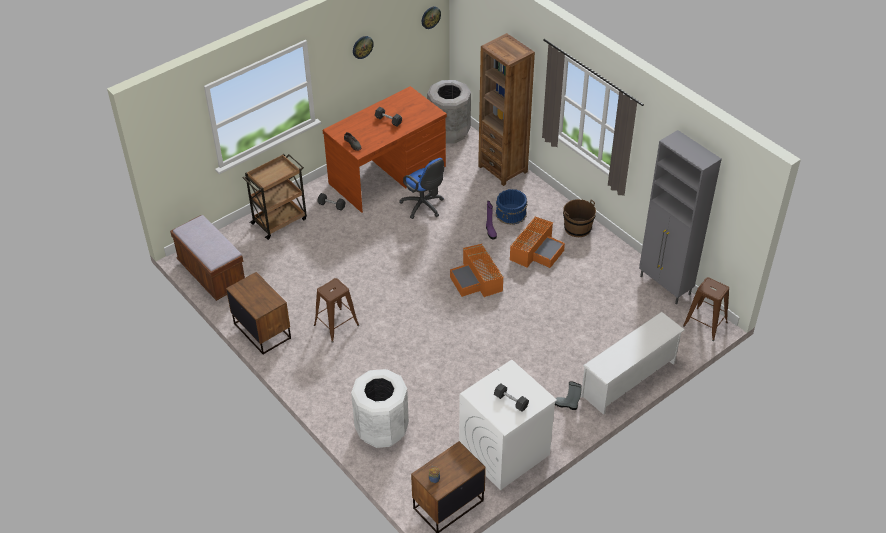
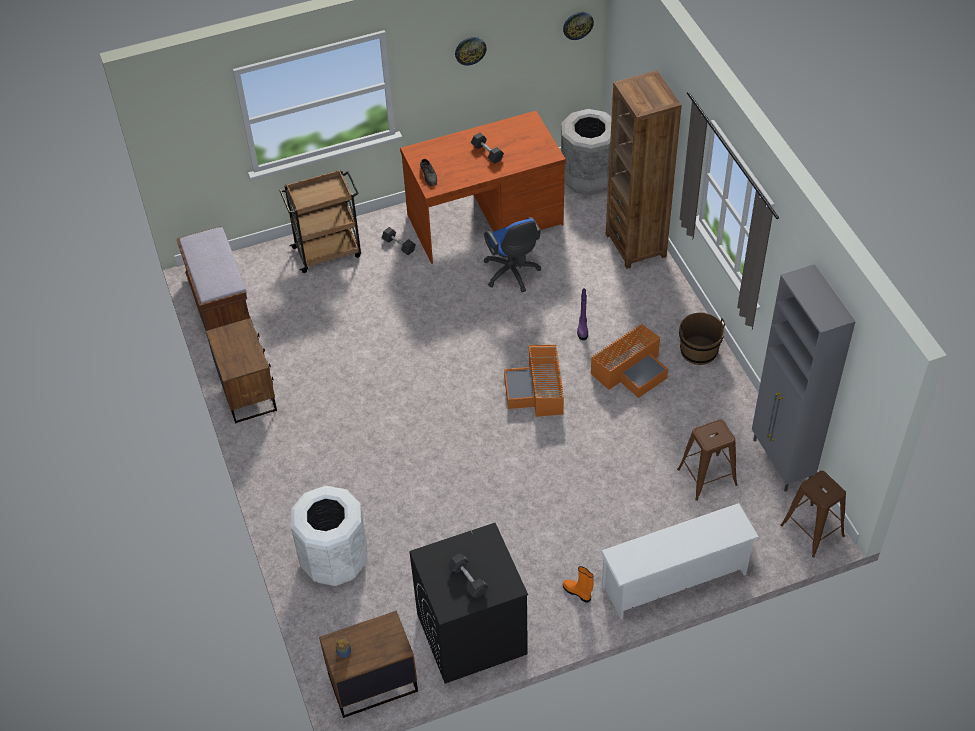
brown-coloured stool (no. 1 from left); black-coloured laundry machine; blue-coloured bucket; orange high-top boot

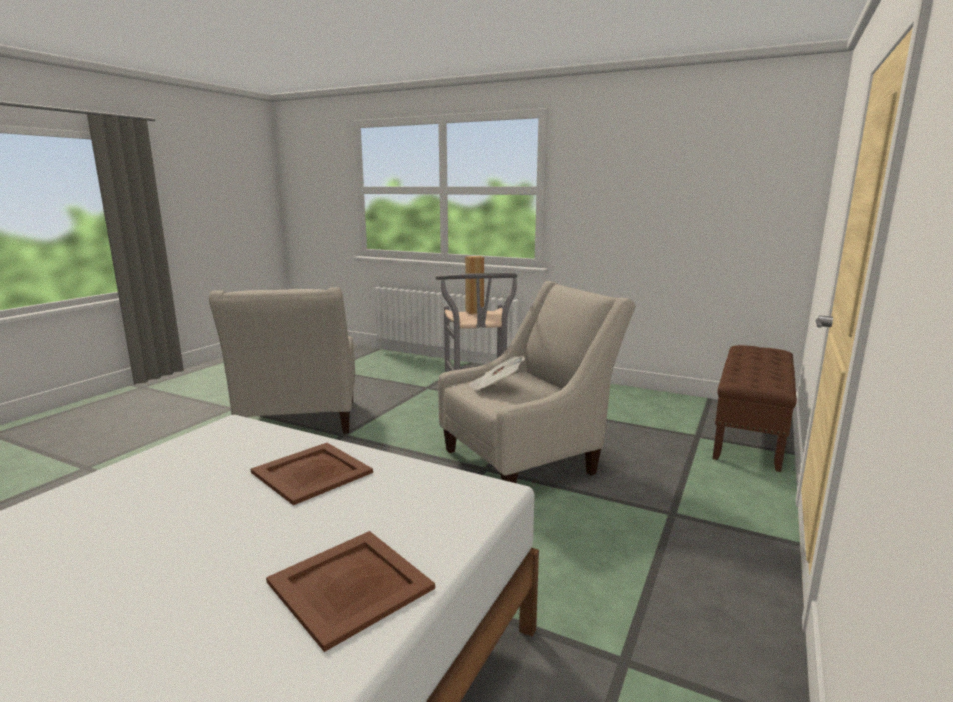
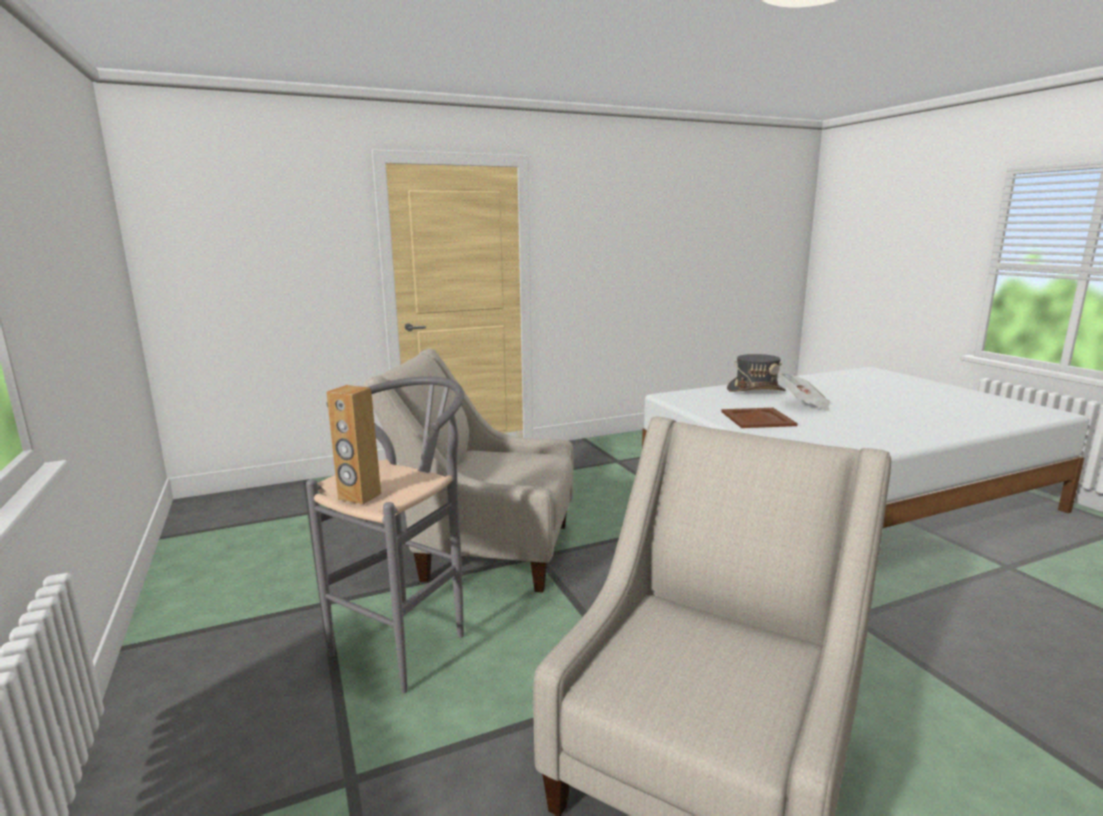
greyish hat; newspaper; brown-coloured bench

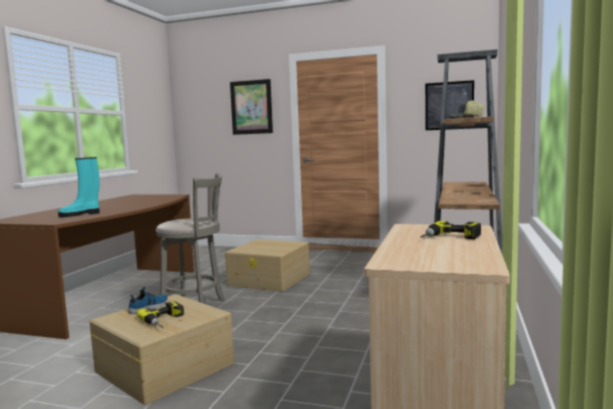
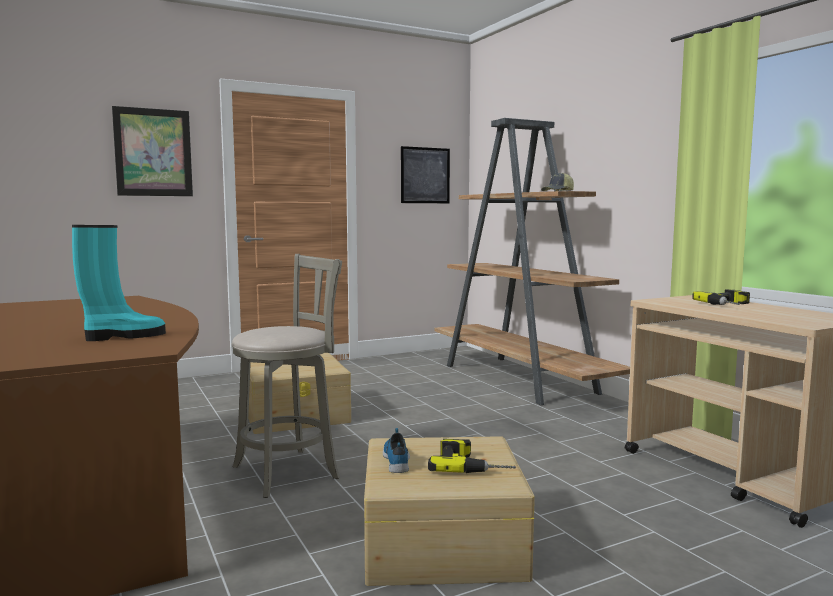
turquoise-coloured high-top boot

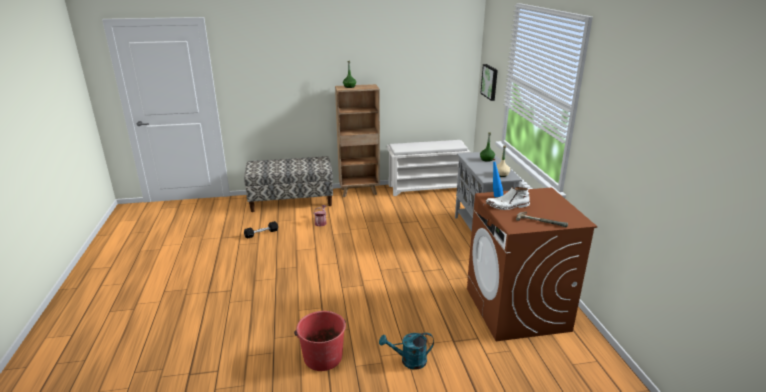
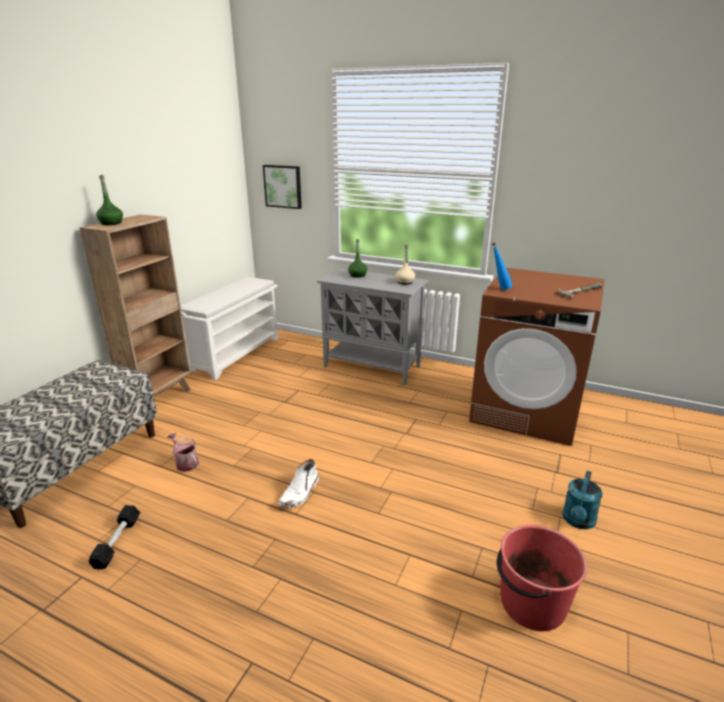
whitish high-top boot

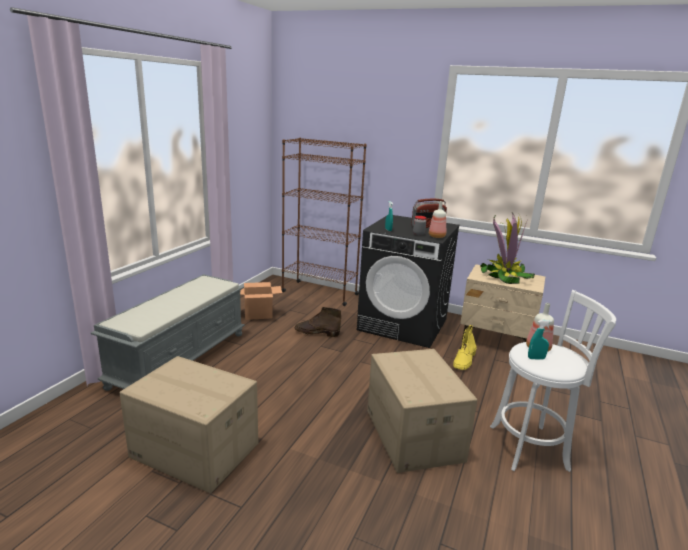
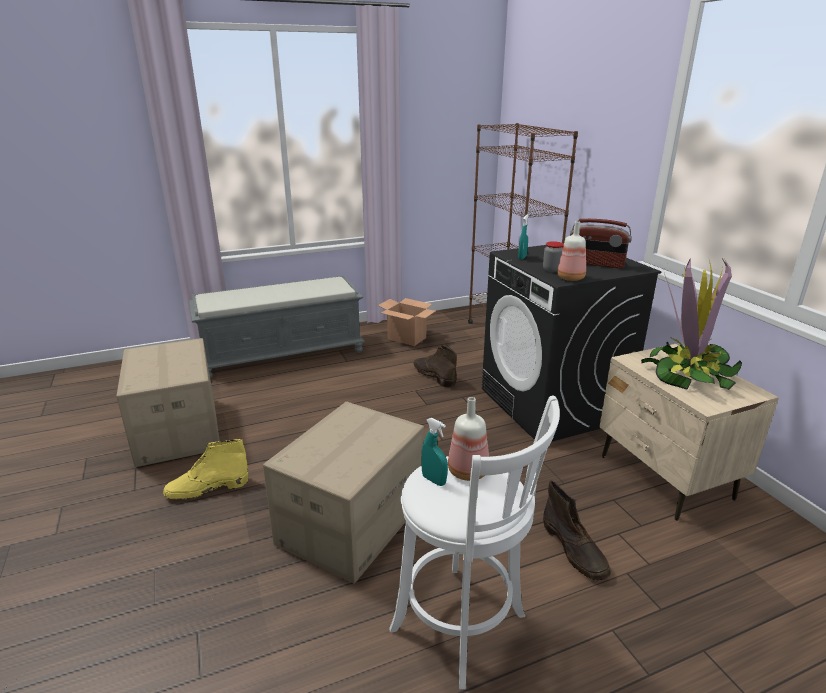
yellow high-top boot; brown-coloured high-top boot (no. 2 from left)

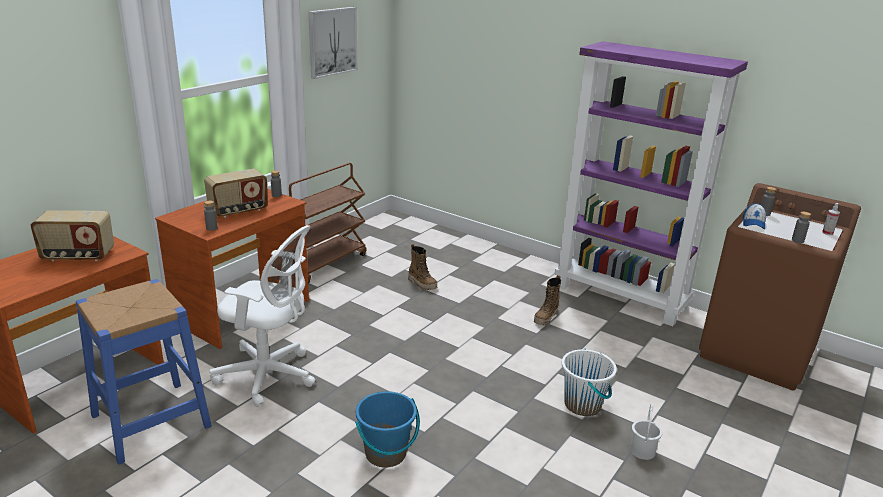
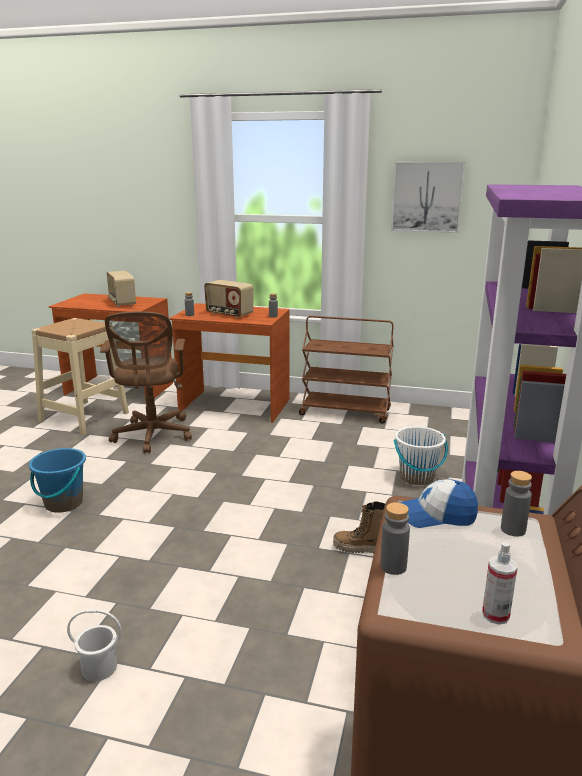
sand-coloured stool; brown-coloured desk chair; high-top boot (no. 1 from left in the first image); whitish bucket (no. 2 from left)

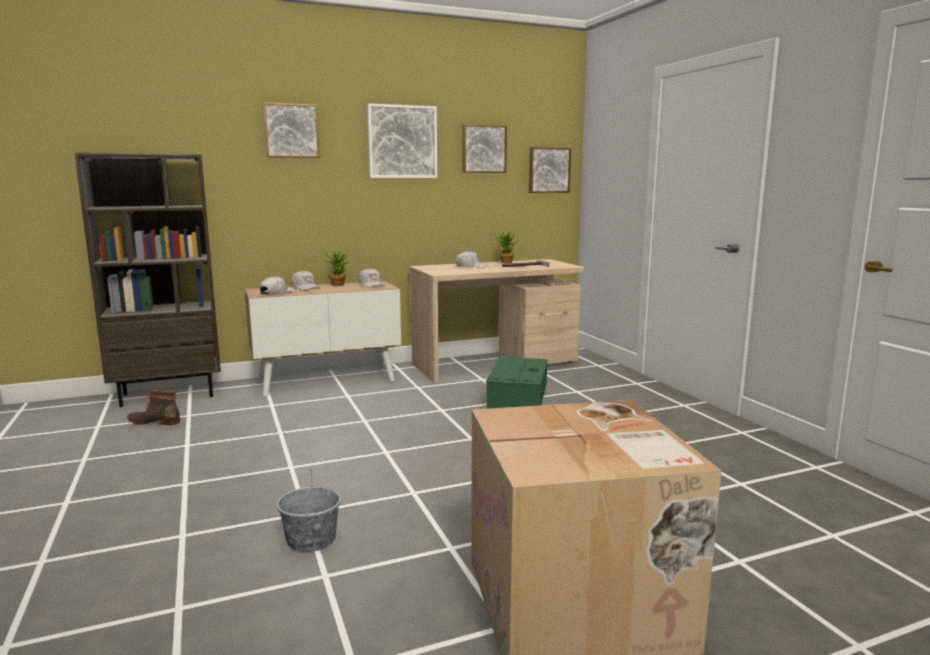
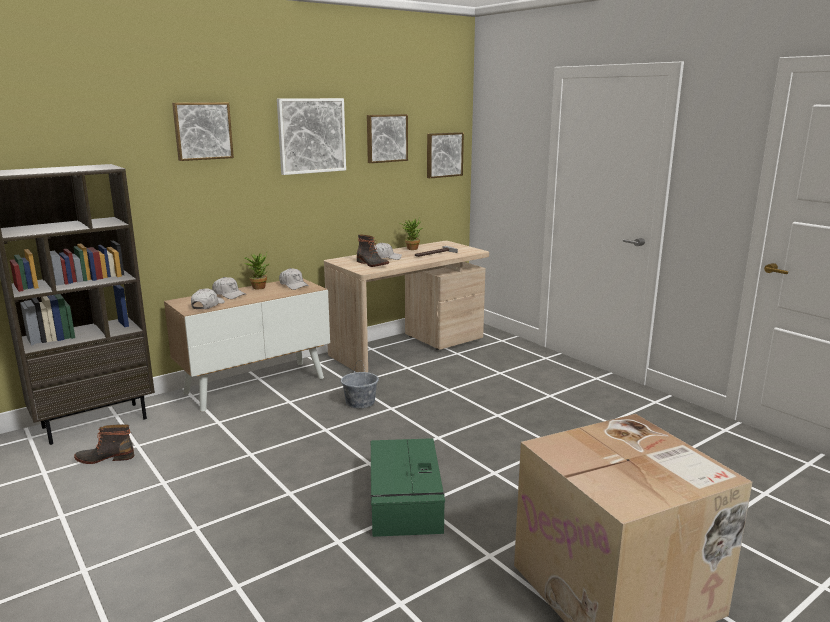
greyish bucket; greenish storage bin; high-top boot (no. 2 from left)

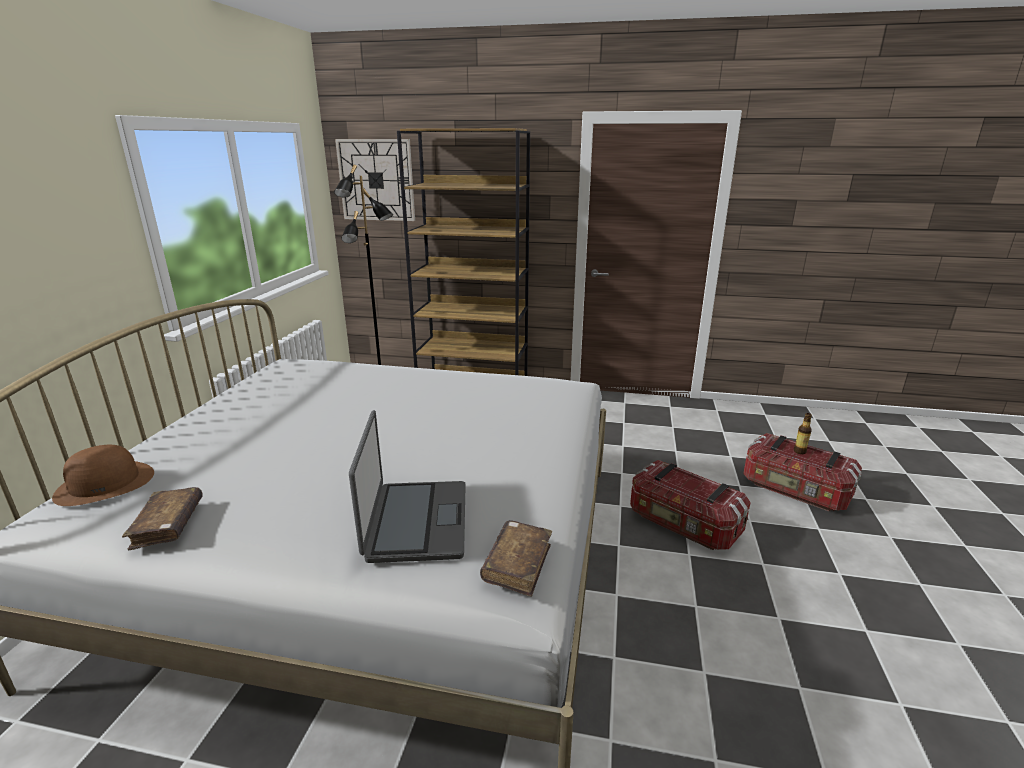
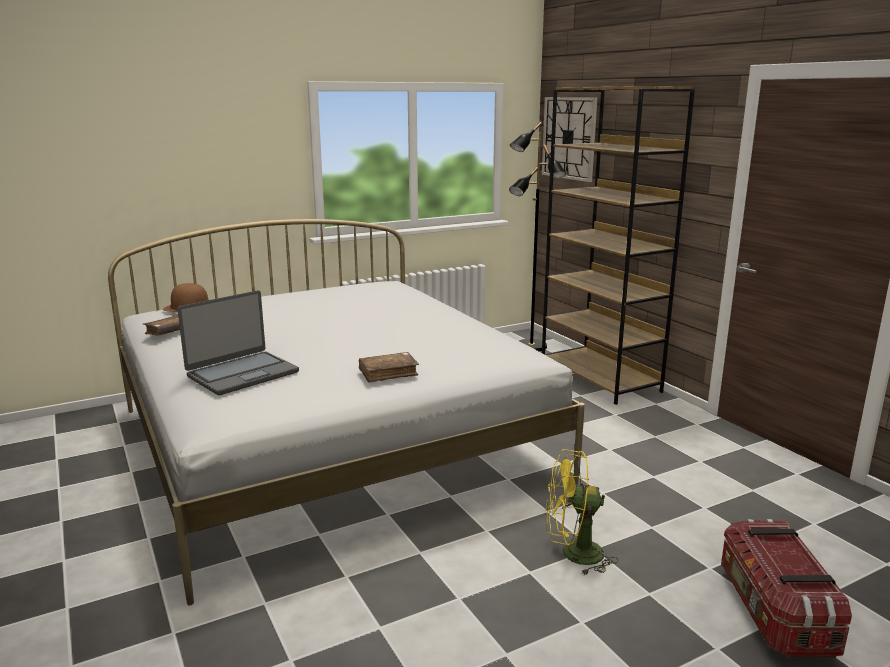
brown-coloured volume (no. 2 from left); yellow electric fan; drink bottle

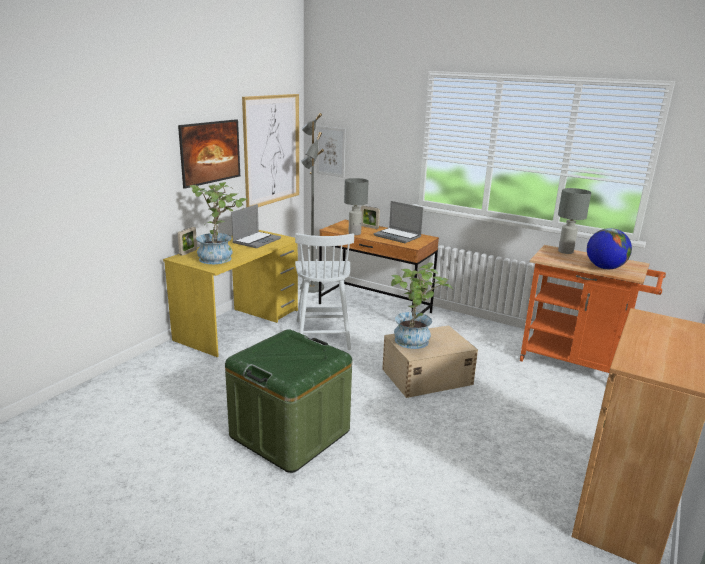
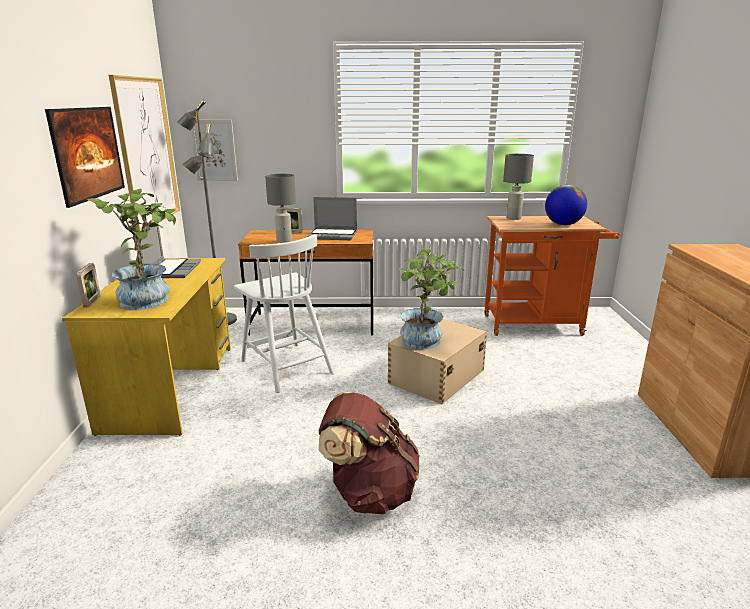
brown-coloured rucksack

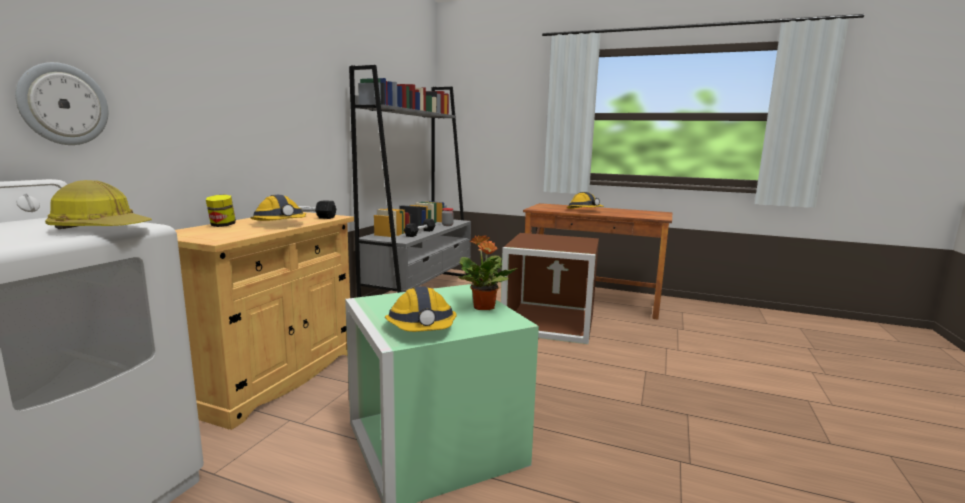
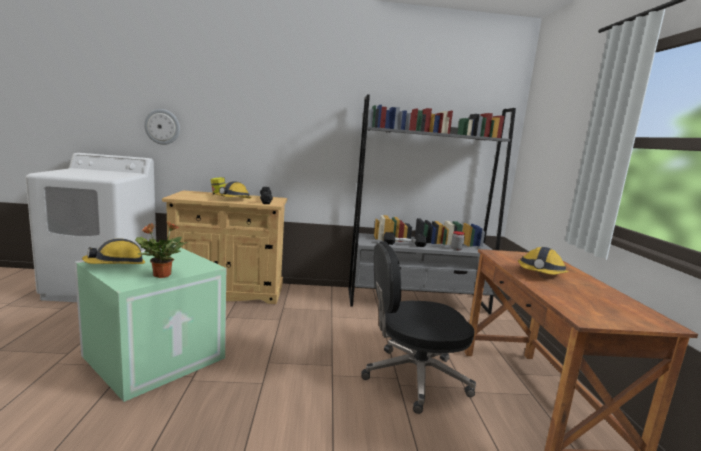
hard hat (no. 1 from left in the first image); black-coloured desk chair

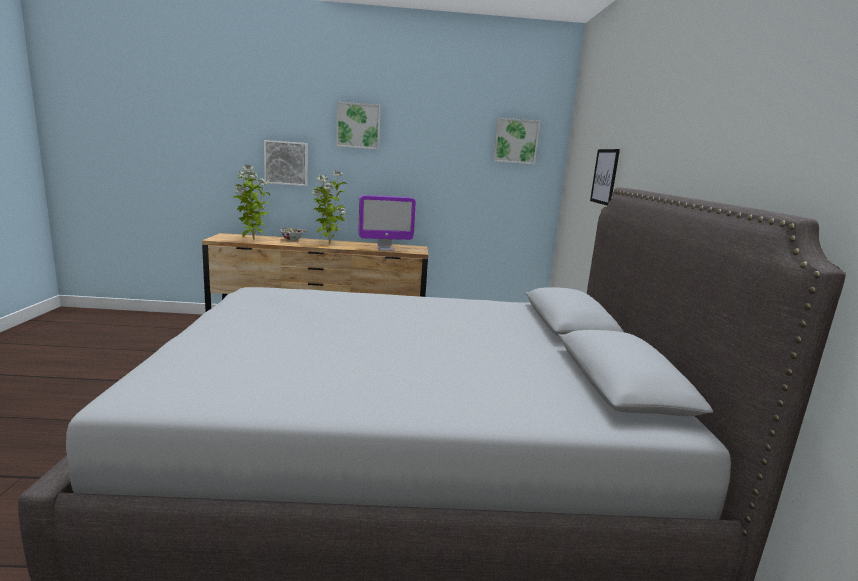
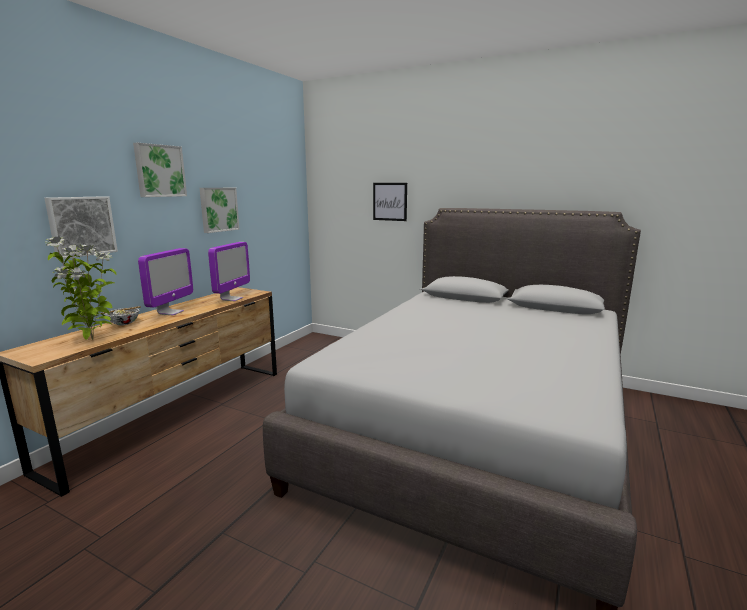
computer display (no. 1 from left); wall art (no. 3 from left)

